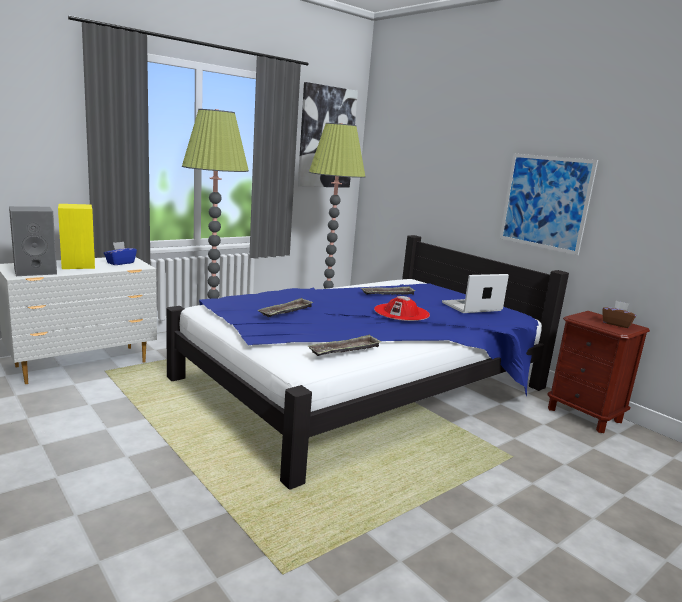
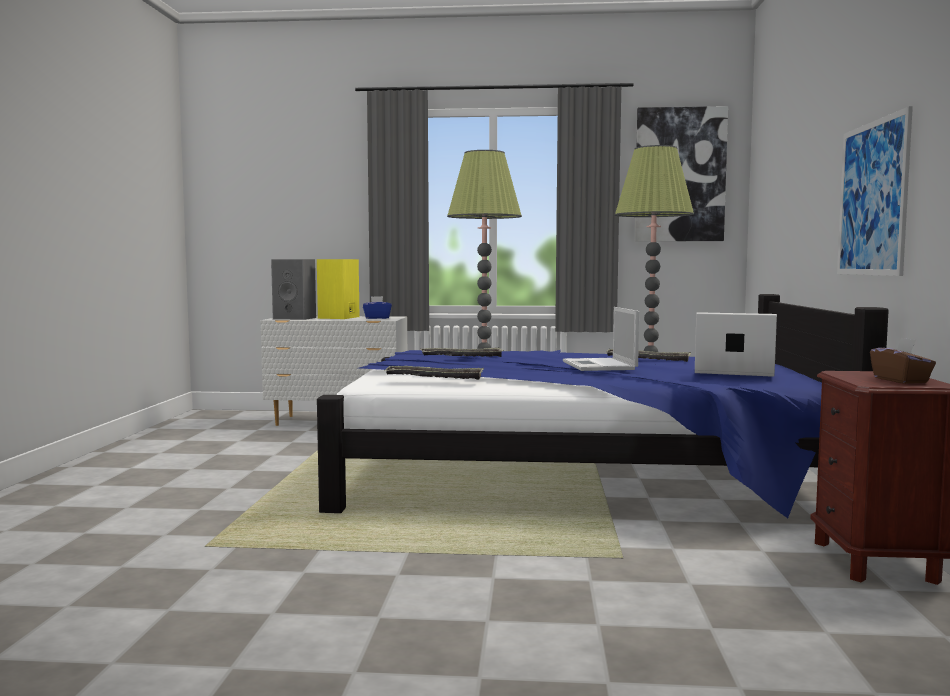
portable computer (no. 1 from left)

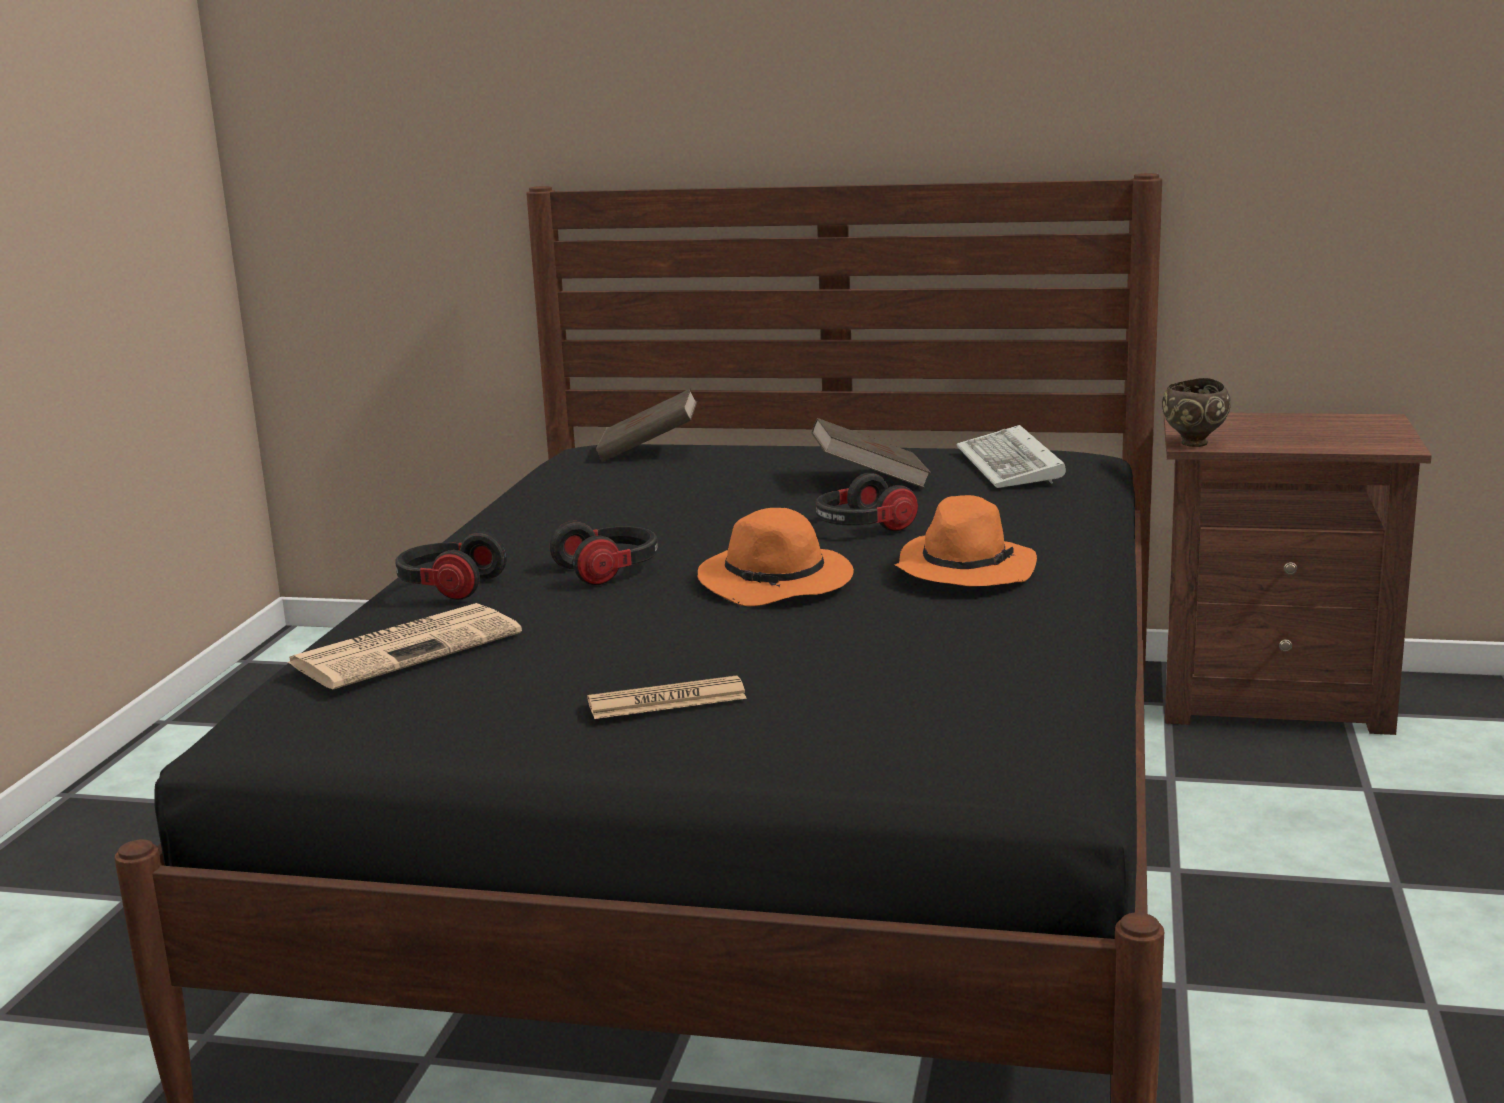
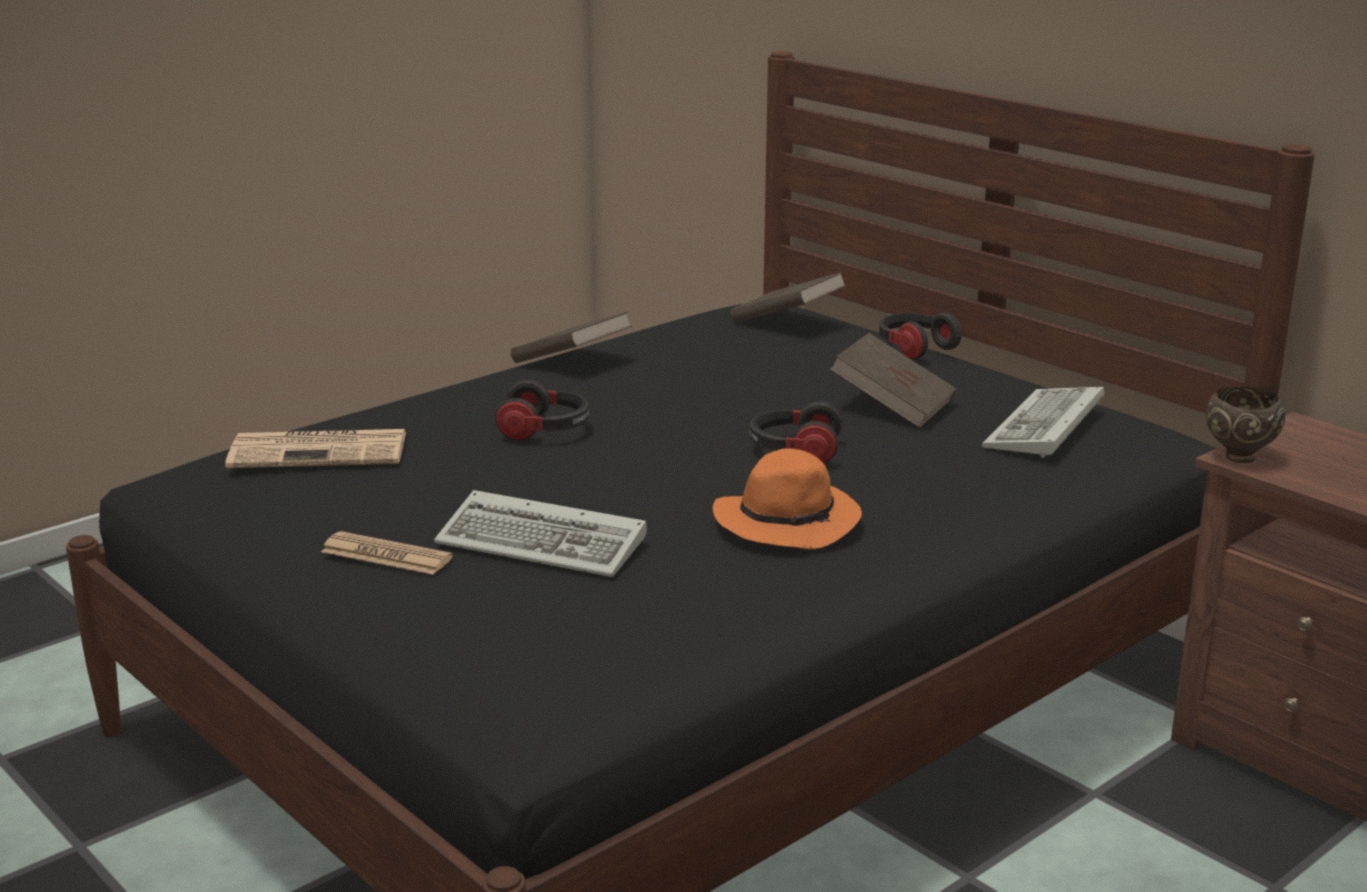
headset (no. 3 from left); orange hat (no. 1 from left in the first image); computer keyboard (no. 1 from left); brown-coloured volume (no. 1 from left)

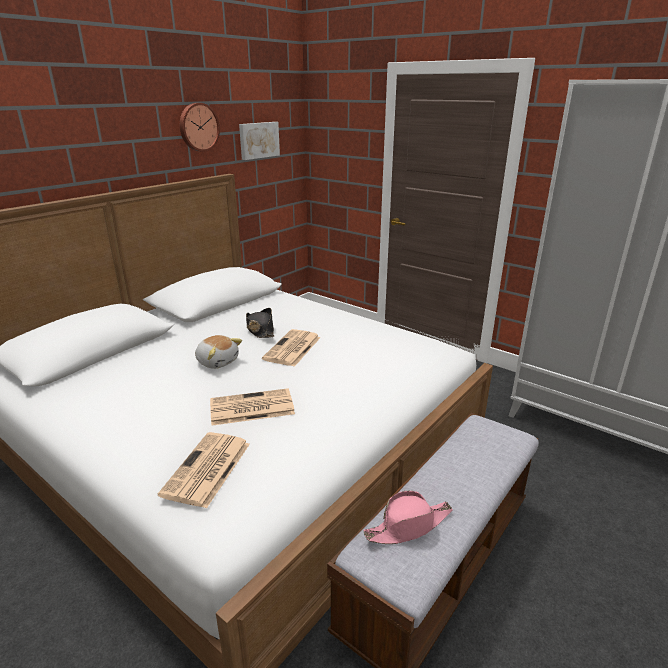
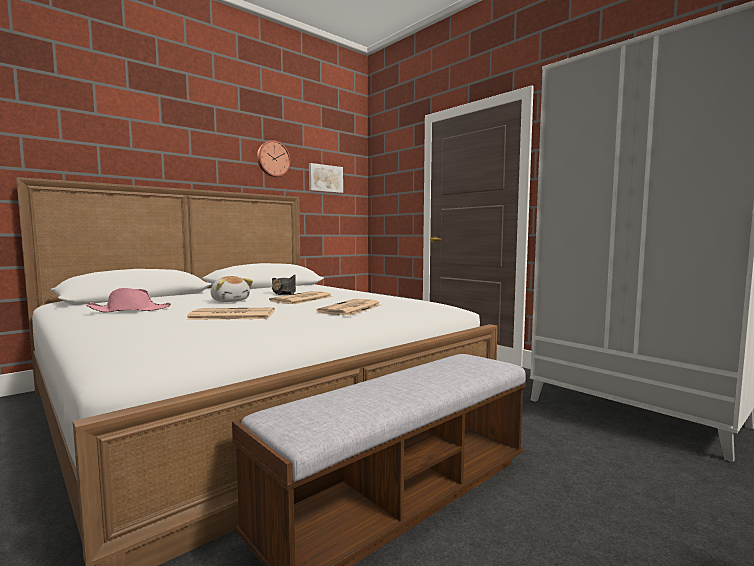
newspaper (no. 3 from left); pinkish hat

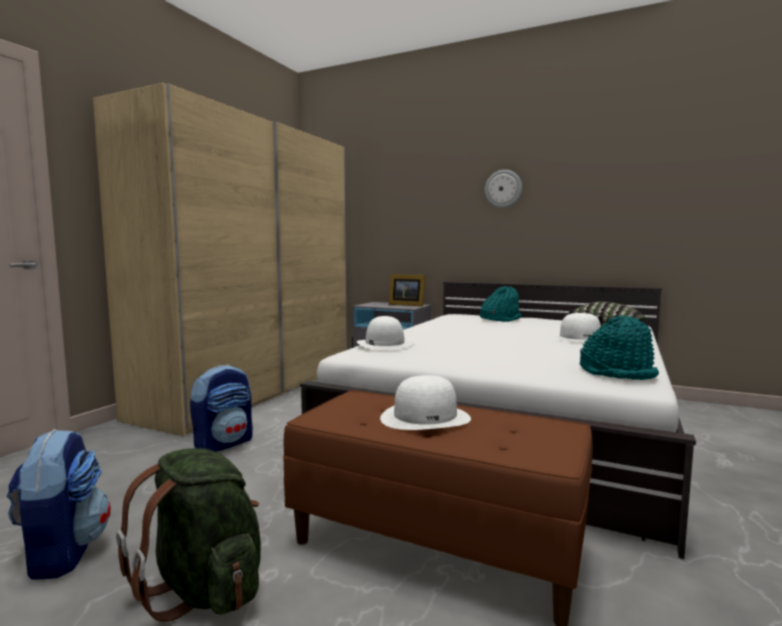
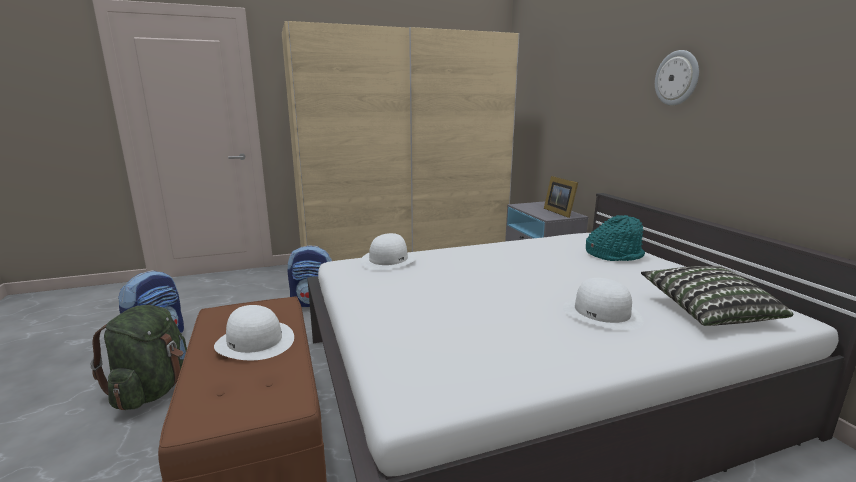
turquoise-coloured hat (no. 2 from left in the first image)

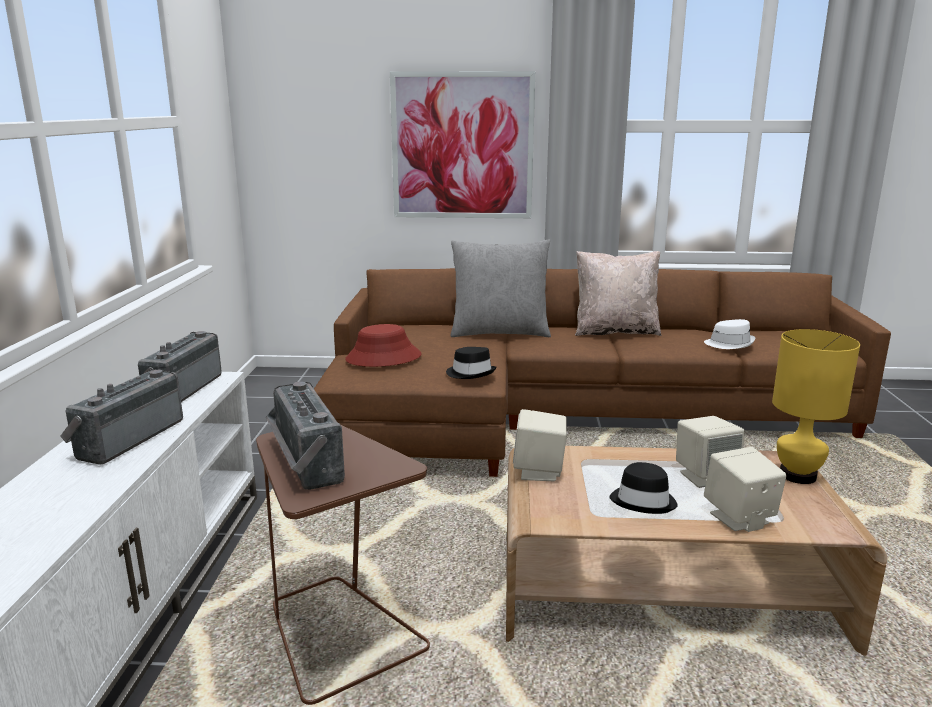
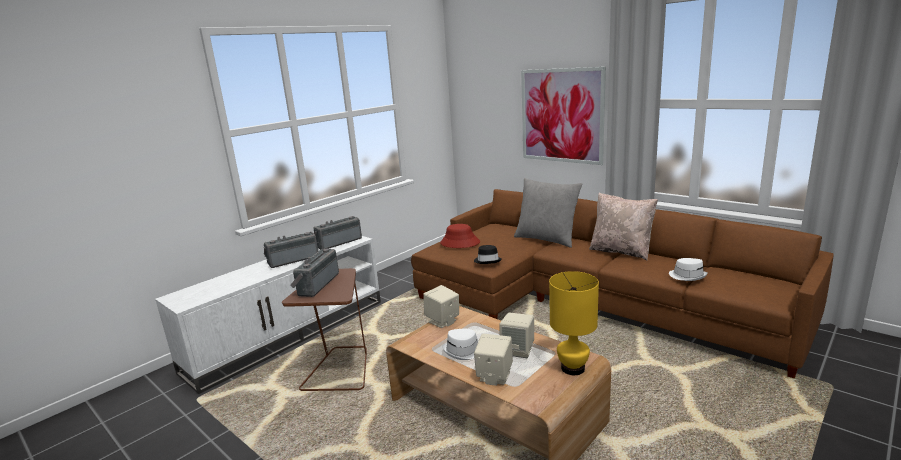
whitish hat (no. 1 from left)

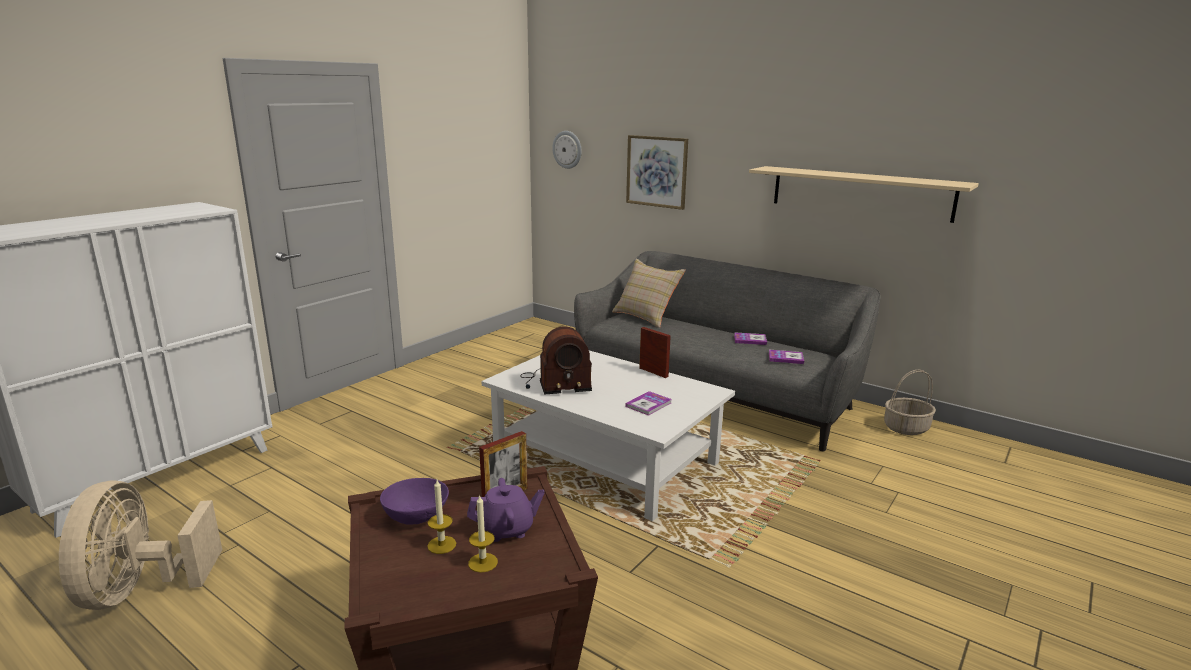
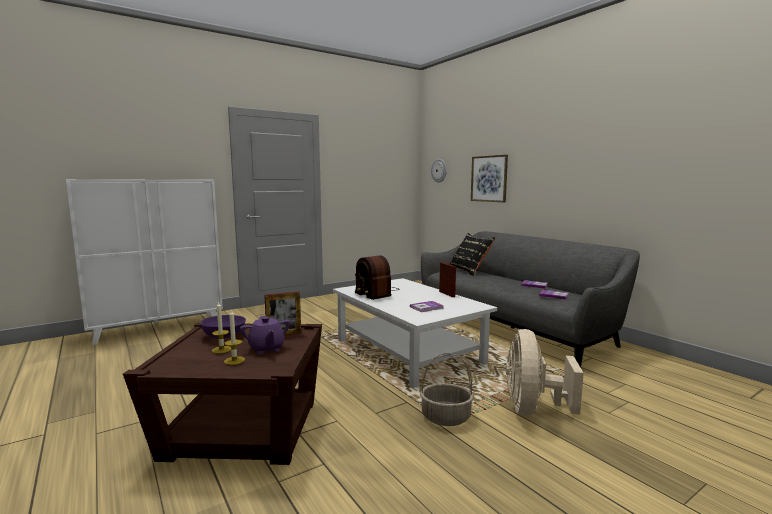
sand-coloured electric fan; purplish teapot; radio receiver; black-coloured pillow; sand-coloured wall shelf; storage basket

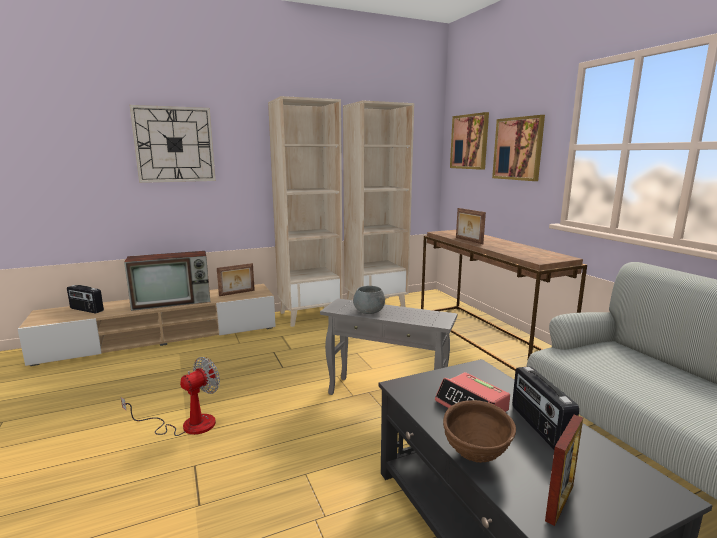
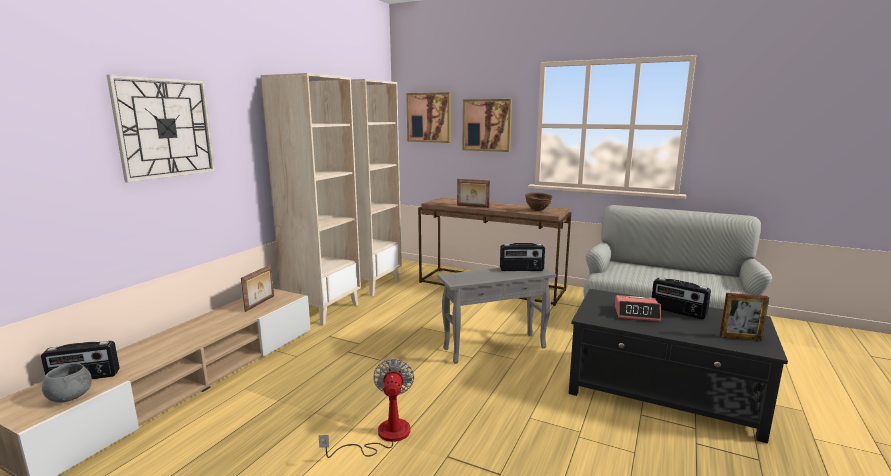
television; greyish bowl; brown-coloured bowl; photo frame (no. 3 from left); radio receiver (no. 2 from left)

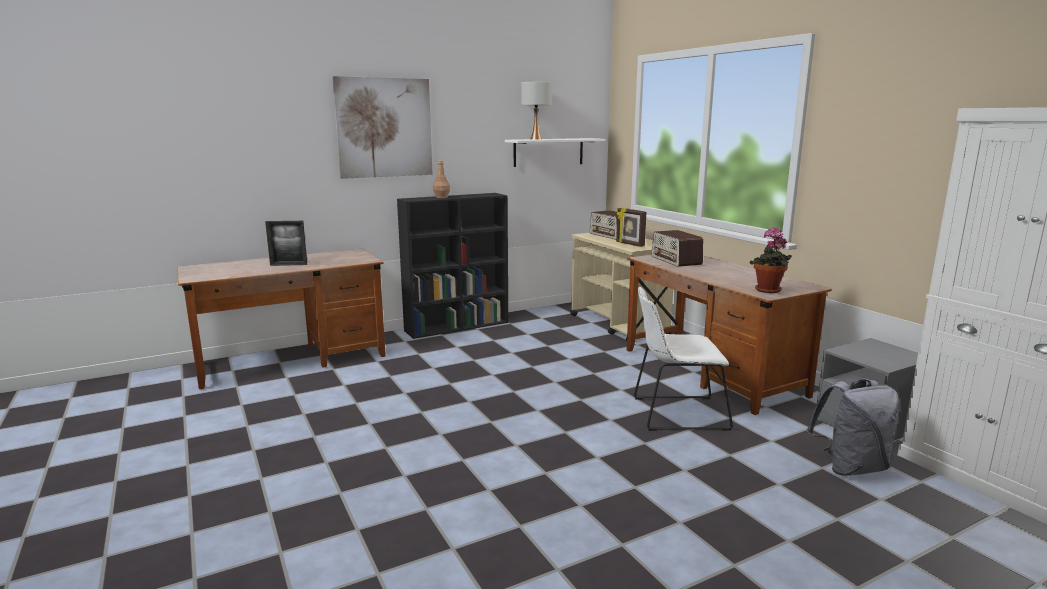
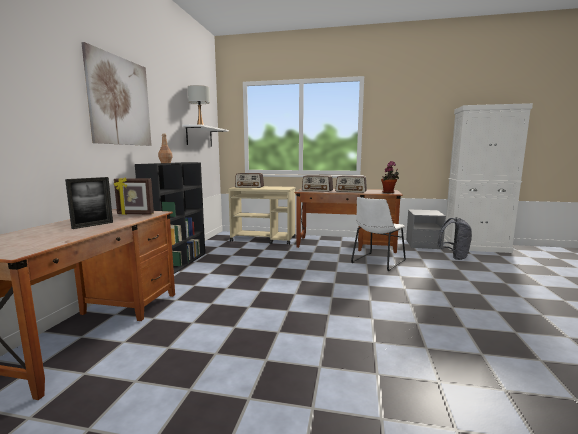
photo frame (no. 2 from left); radio receiver (no. 3 from left)

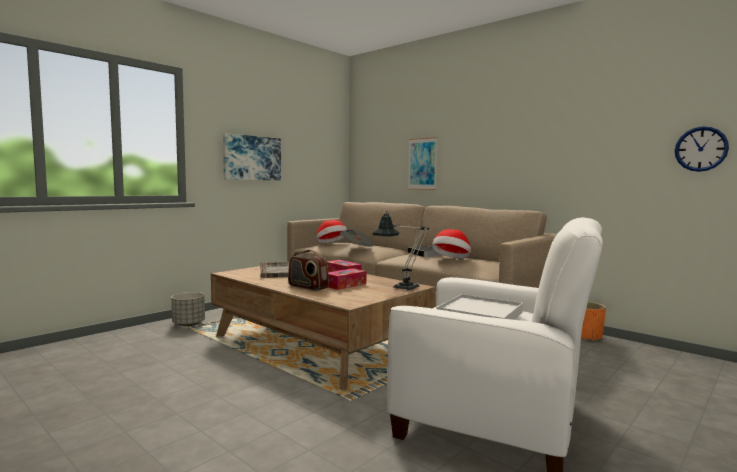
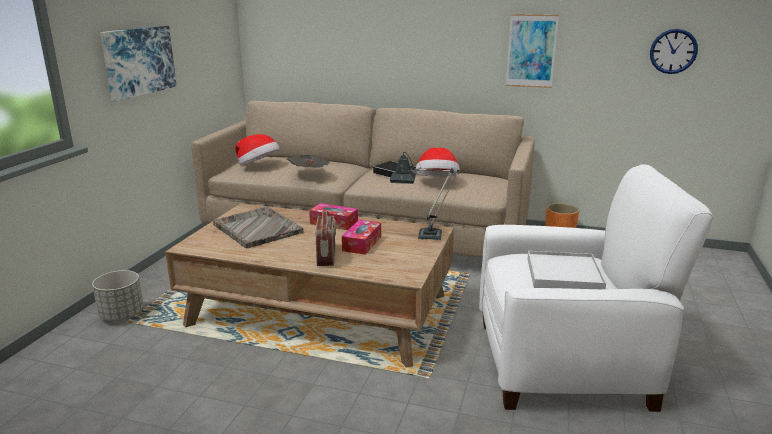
radio receiver; wall art (no. 2 from left)

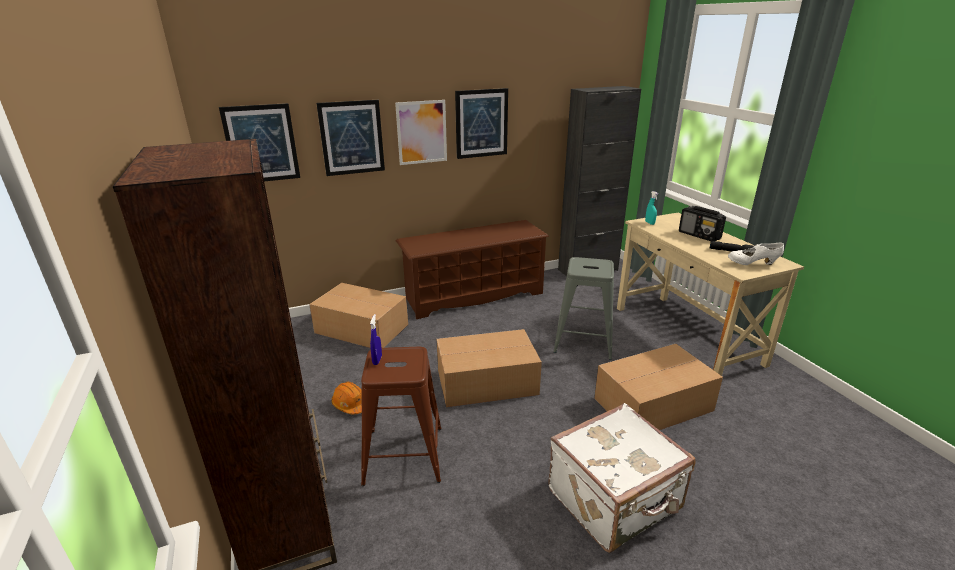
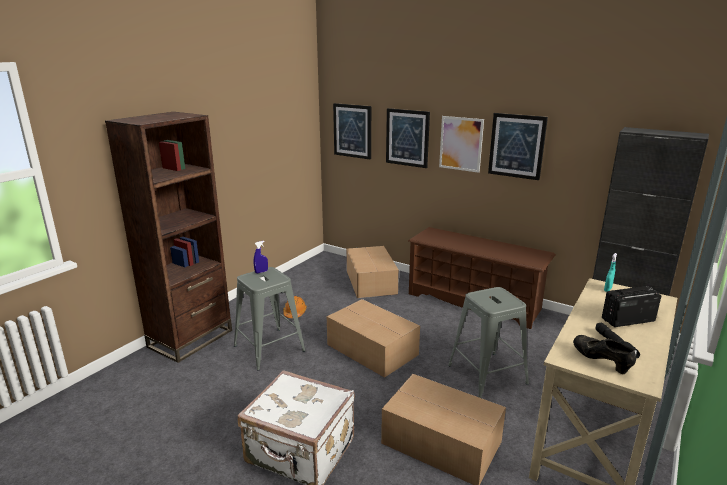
greyish stool (no. 1 from left); radio receiver; black-coloured low shoe

